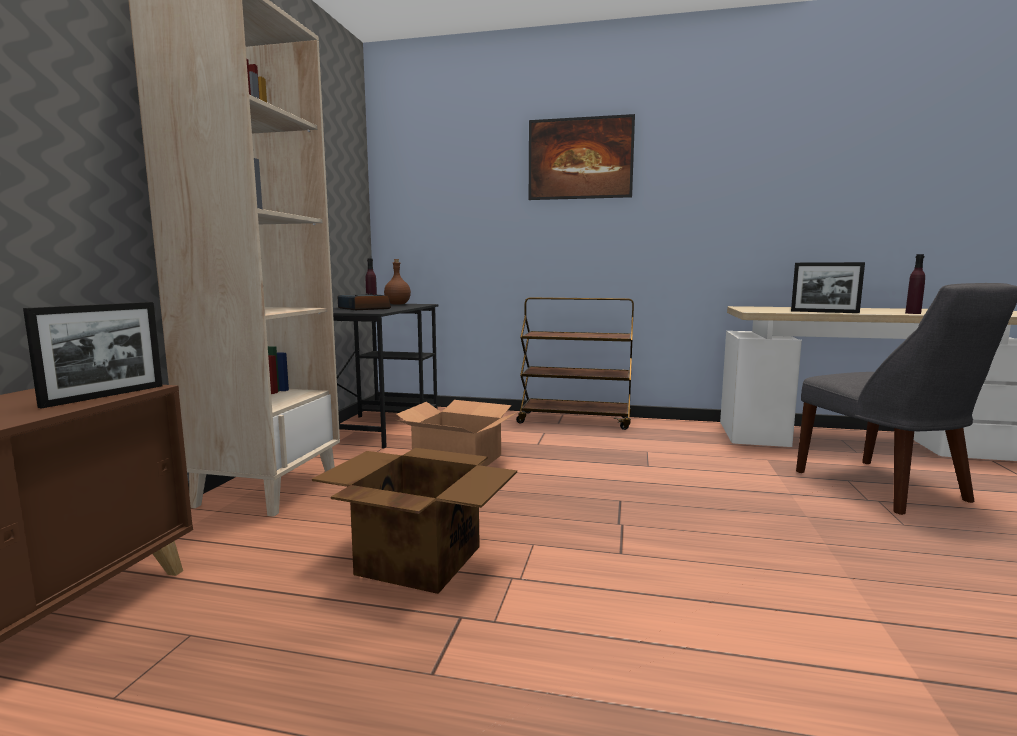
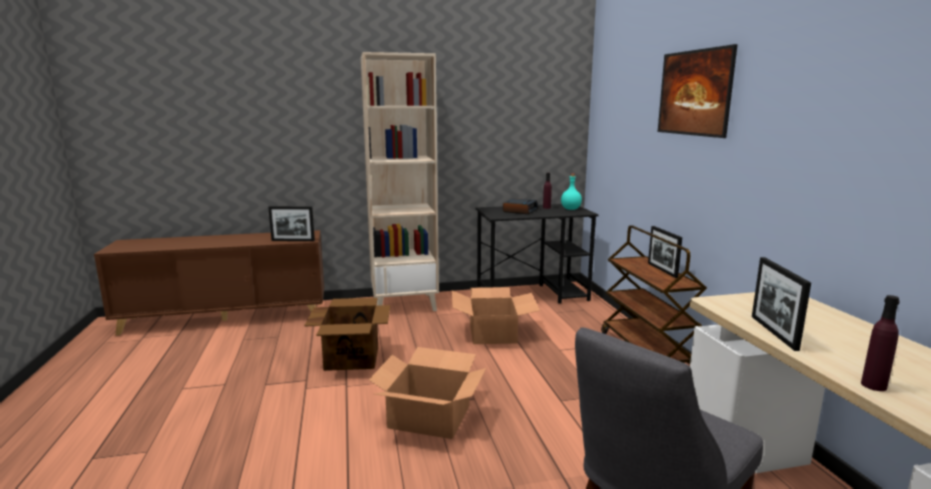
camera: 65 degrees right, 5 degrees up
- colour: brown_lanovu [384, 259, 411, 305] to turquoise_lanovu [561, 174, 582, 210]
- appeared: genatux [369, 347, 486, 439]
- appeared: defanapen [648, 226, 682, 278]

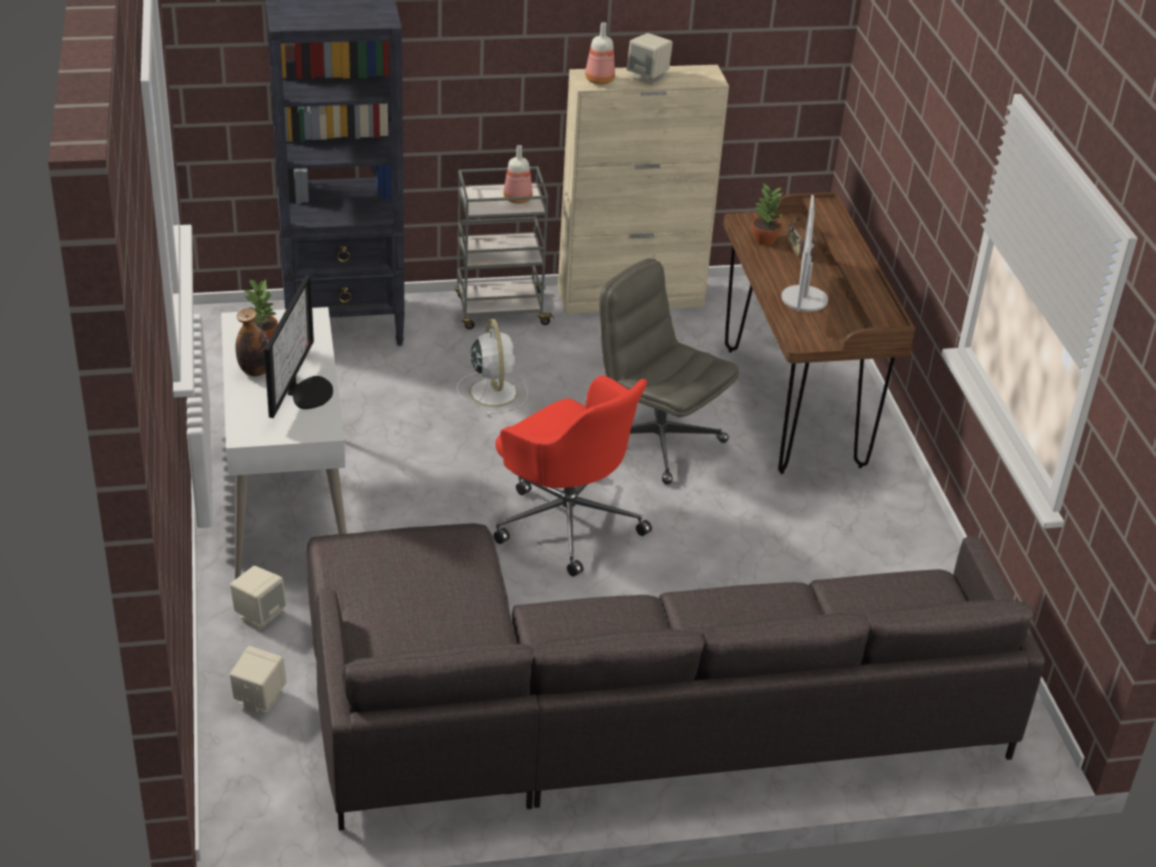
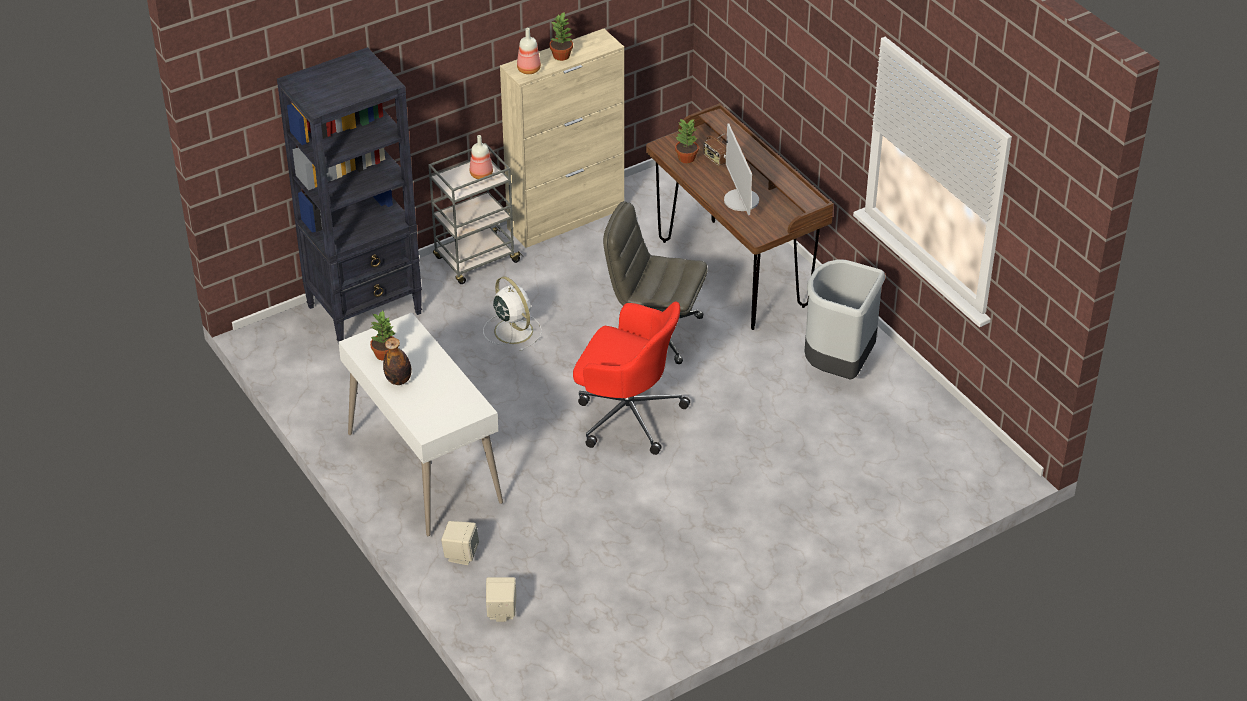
camera: 20 degrees left, 5 degrees up
- missing: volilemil [264, 275, 333, 418]
- missing: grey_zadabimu [306, 523, 1045, 830]
- exchanged: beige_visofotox [627, 33, 673, 85] to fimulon [549, 11, 573, 61]
- appeared: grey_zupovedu [805, 259, 885, 380]

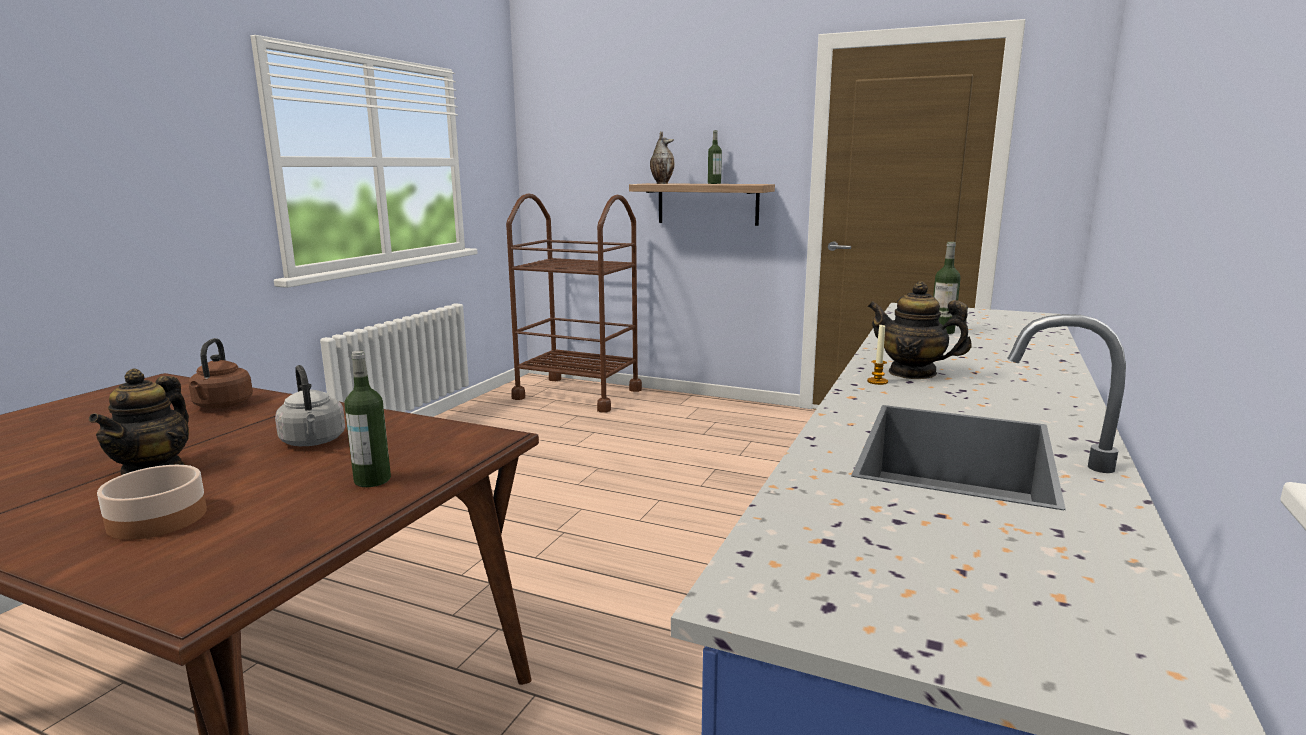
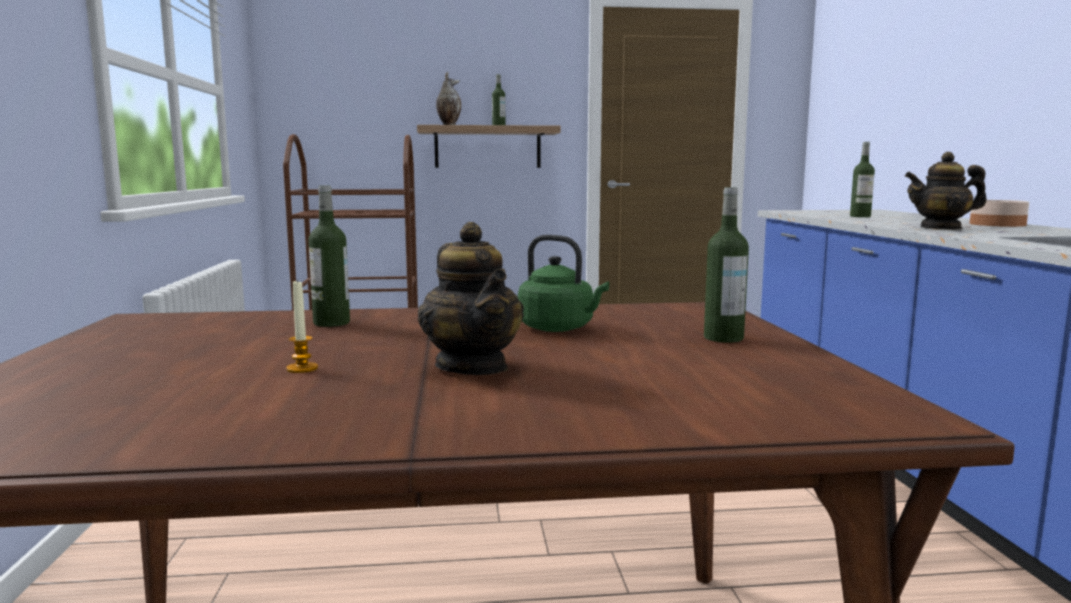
camera: 30 degrees left, 5 degrees down
- relocated: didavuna [97, 465, 207, 540] to [970, 200, 1030, 227]
- exchanged: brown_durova [188, 338, 253, 409] to lanovu [308, 185, 350, 327]
- colour: grey_durova [275, 365, 345, 446] to green_durova [518, 235, 609, 332]
- relocated: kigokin [867, 323, 888, 385] to [286, 279, 318, 373]

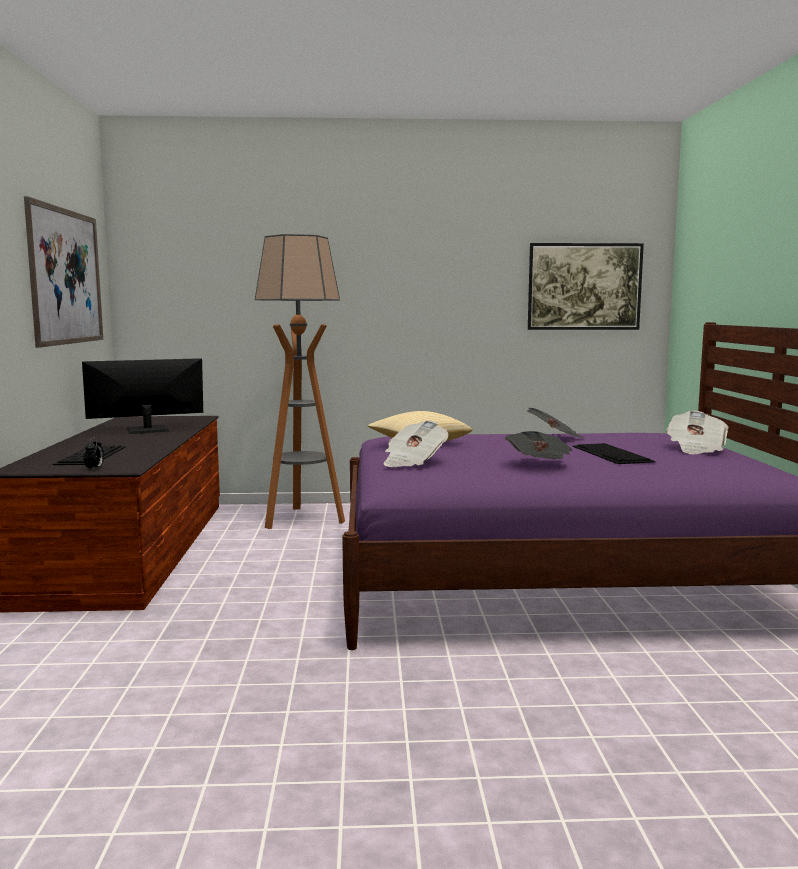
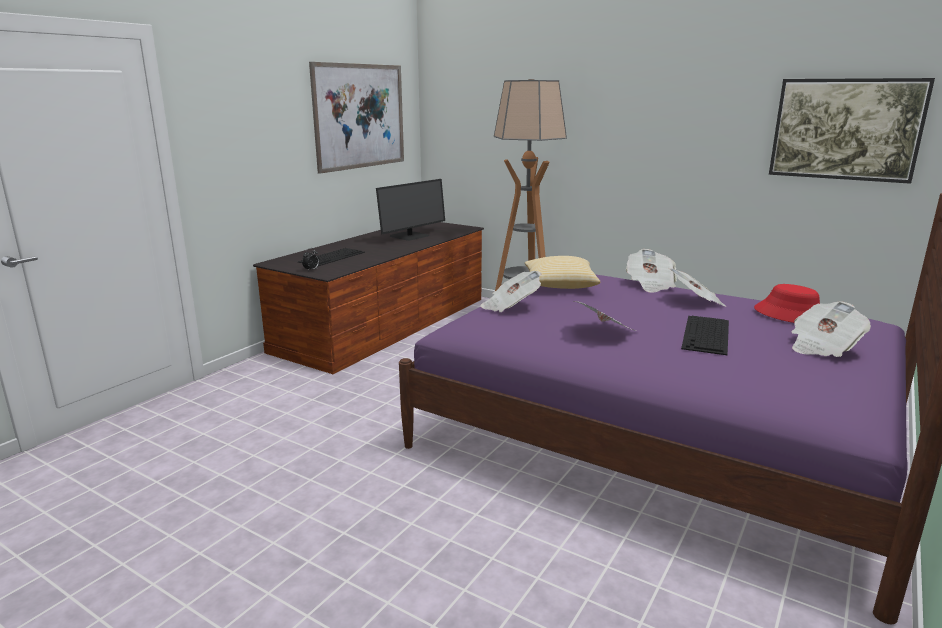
camera: 35 degrees right, 10 degrees up
- spun: volilemil [82, 358, 203, 434] = [376, 179, 445, 241] 120 degrees clockwise
- appeared: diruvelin [626, 249, 677, 293]
- appeared: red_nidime [754, 284, 820, 323]

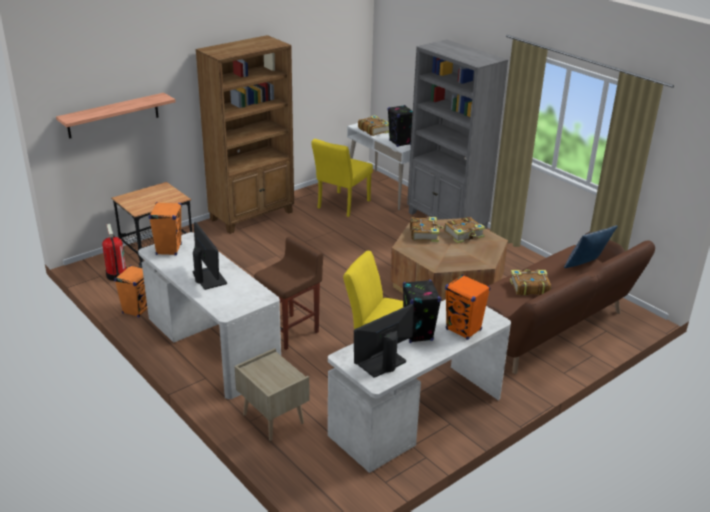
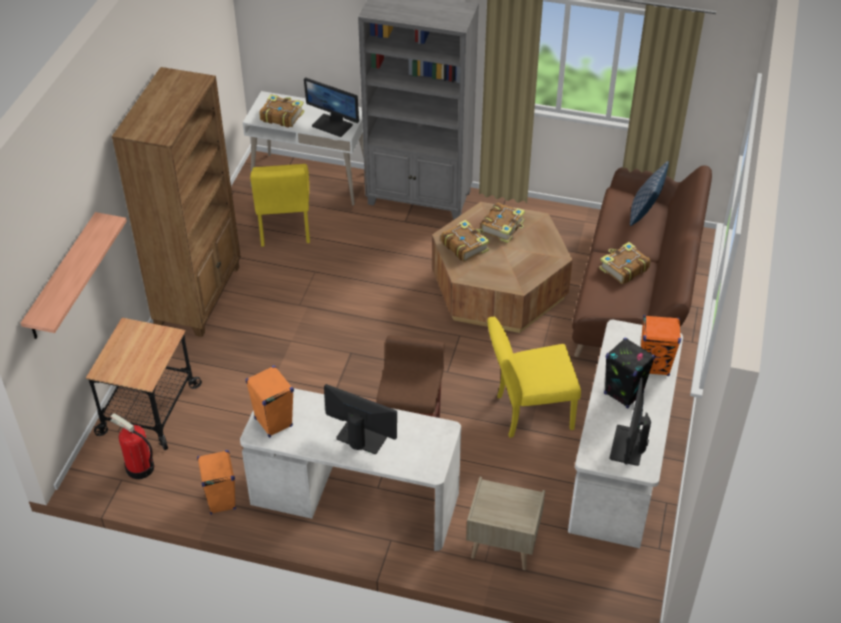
camera: 35 degrees left, 15 degrees up
- exchanged: black_visofotox [388, 105, 413, 147] to volilemil [304, 77, 359, 137]

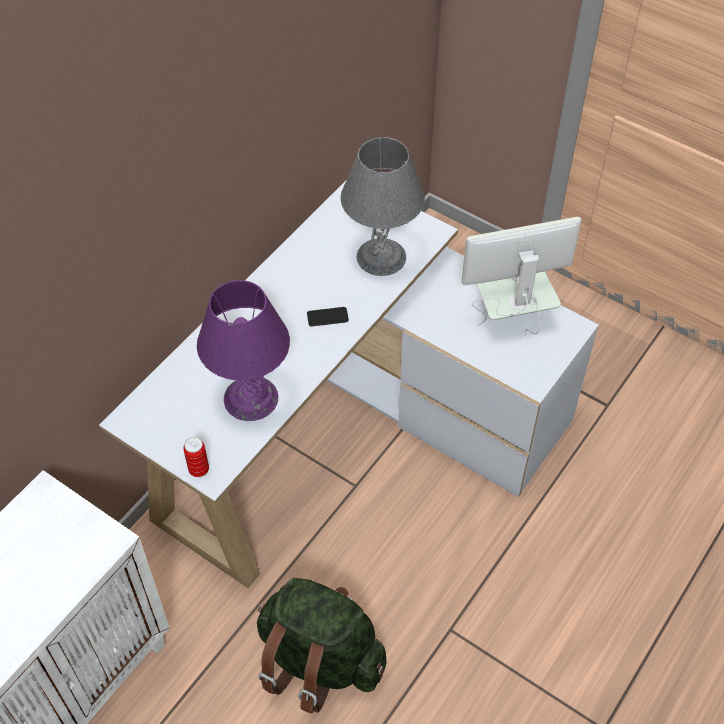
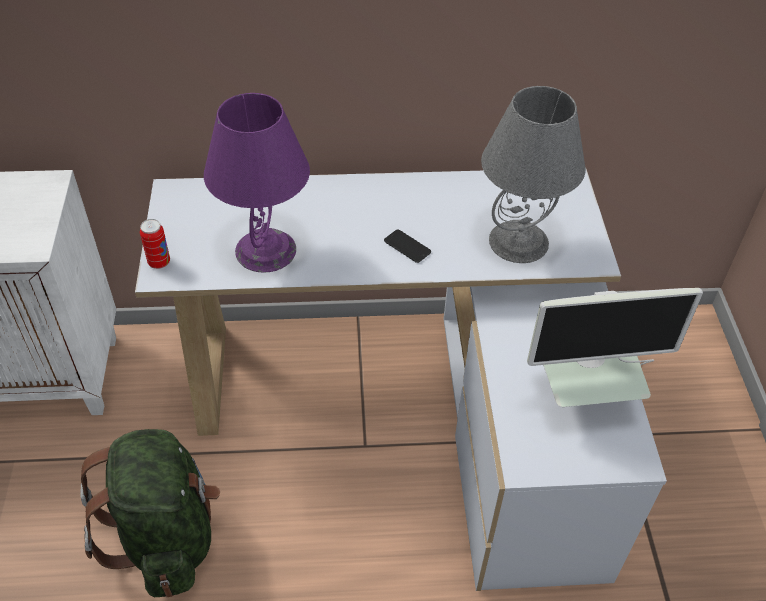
camera: 50 degrees right, 5 degrees down
- spun: volilemil [462, 217, 582, 335] = [527, 288, 703, 407] 135 degrees clockwise

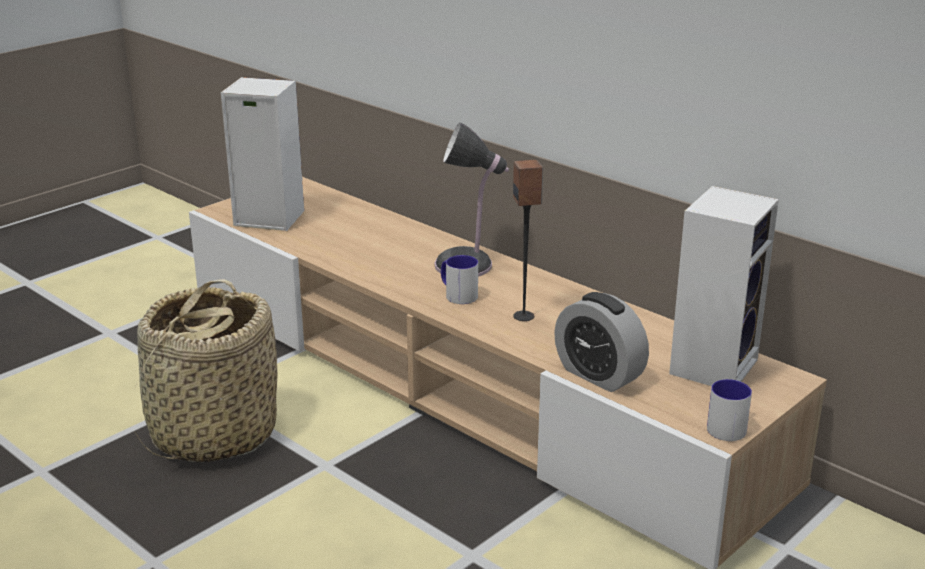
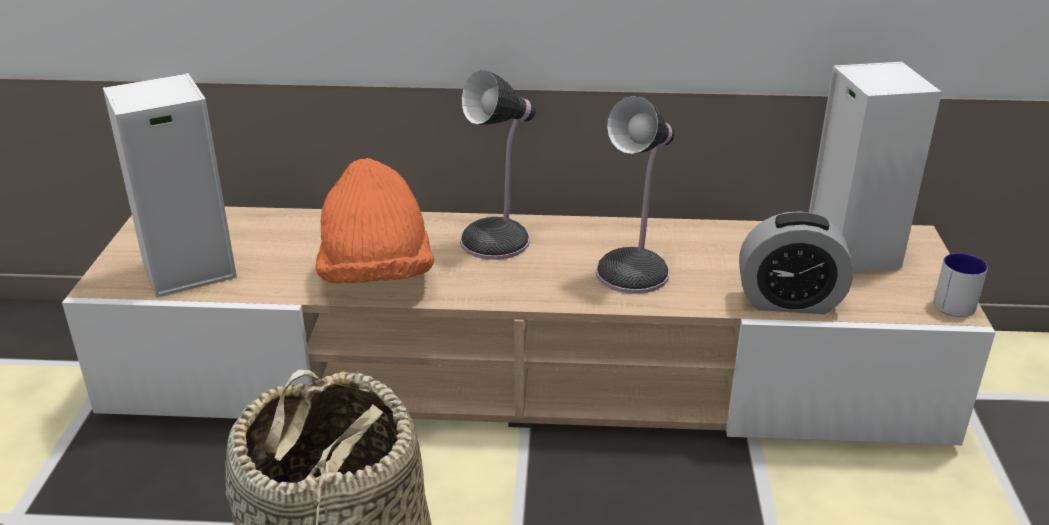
camera: 40 degrees left, 5 degrees up
- missing: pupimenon [441, 255, 478, 304]
- exchanged: visofotox [513, 160, 543, 321] to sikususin [596, 96, 674, 294]
- appeared: orange_nidime [315, 158, 434, 284]

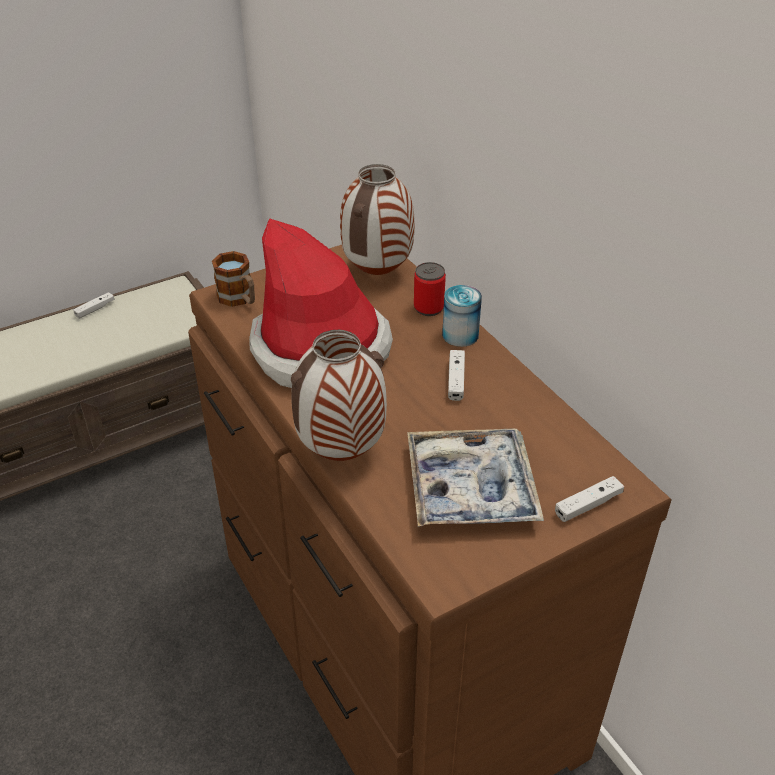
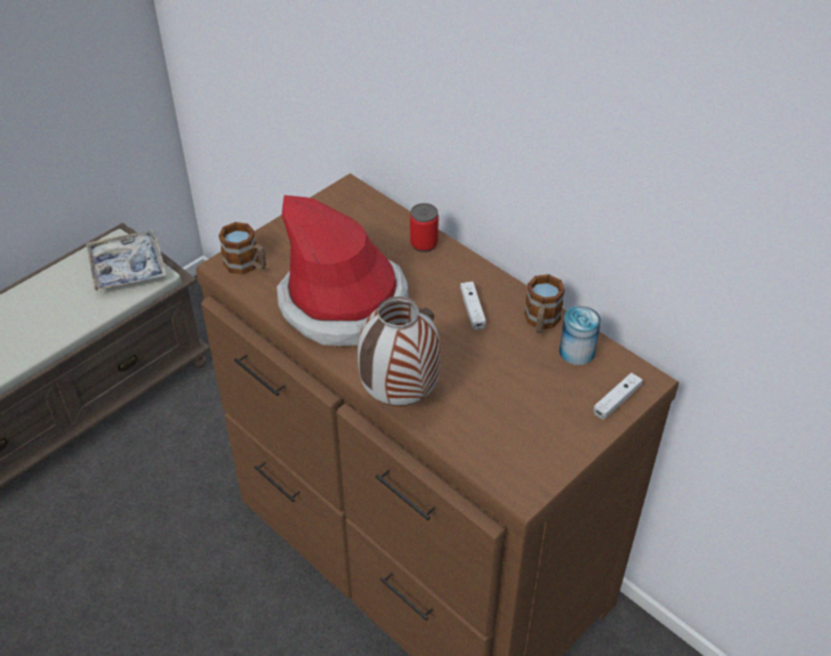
camera: 15 degrees left, 5 degrees up
- missing: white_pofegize [73, 292, 115, 319]
- missing: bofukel [340, 164, 415, 275]
- relocated: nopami [407, 429, 544, 527] to [86, 230, 167, 291]
- relocated: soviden [442, 285, 482, 347] to [559, 306, 601, 365]
- appeared: pupimenon [524, 274, 565, 333]

